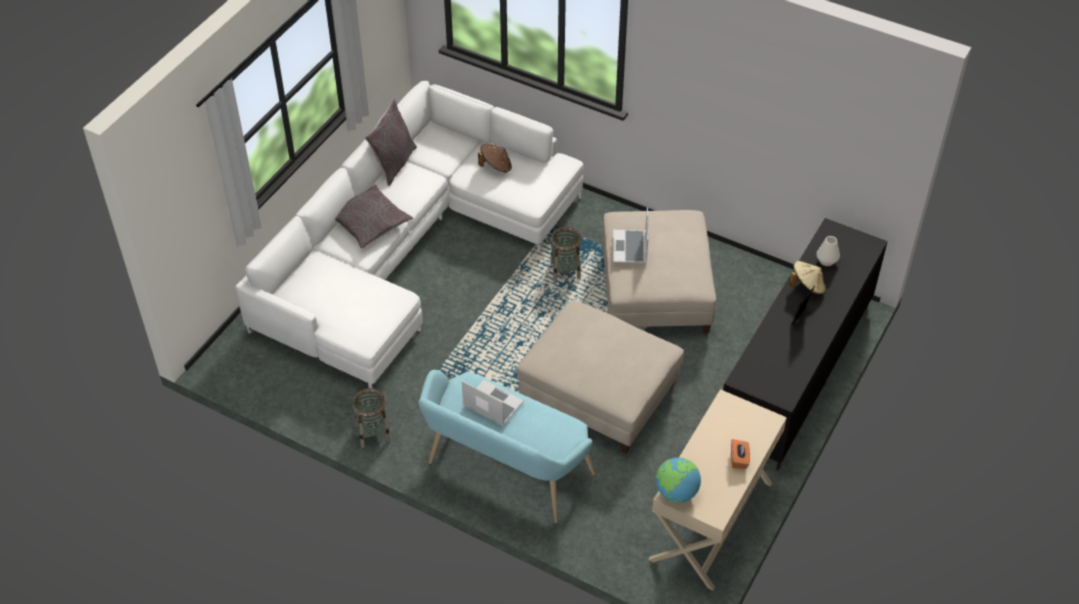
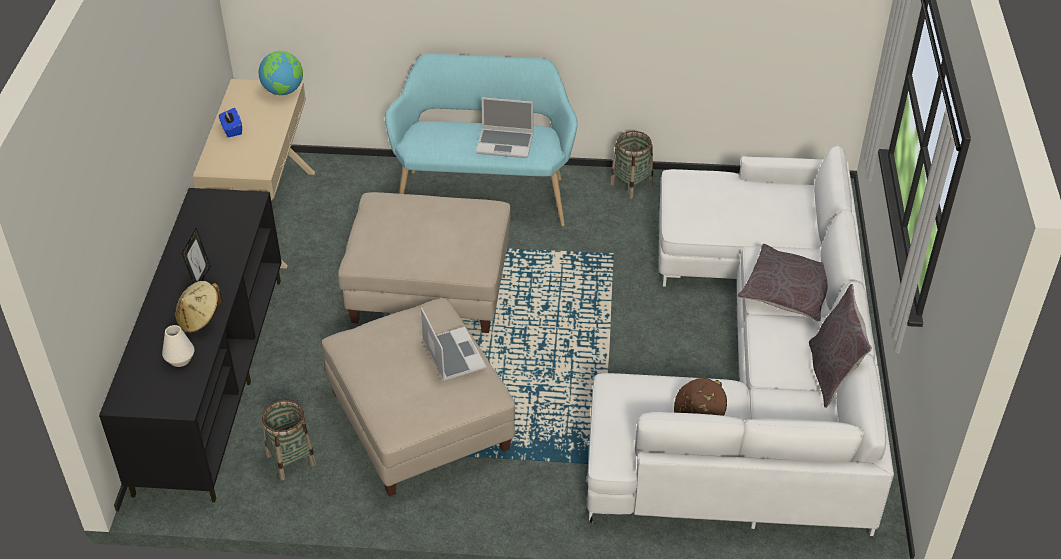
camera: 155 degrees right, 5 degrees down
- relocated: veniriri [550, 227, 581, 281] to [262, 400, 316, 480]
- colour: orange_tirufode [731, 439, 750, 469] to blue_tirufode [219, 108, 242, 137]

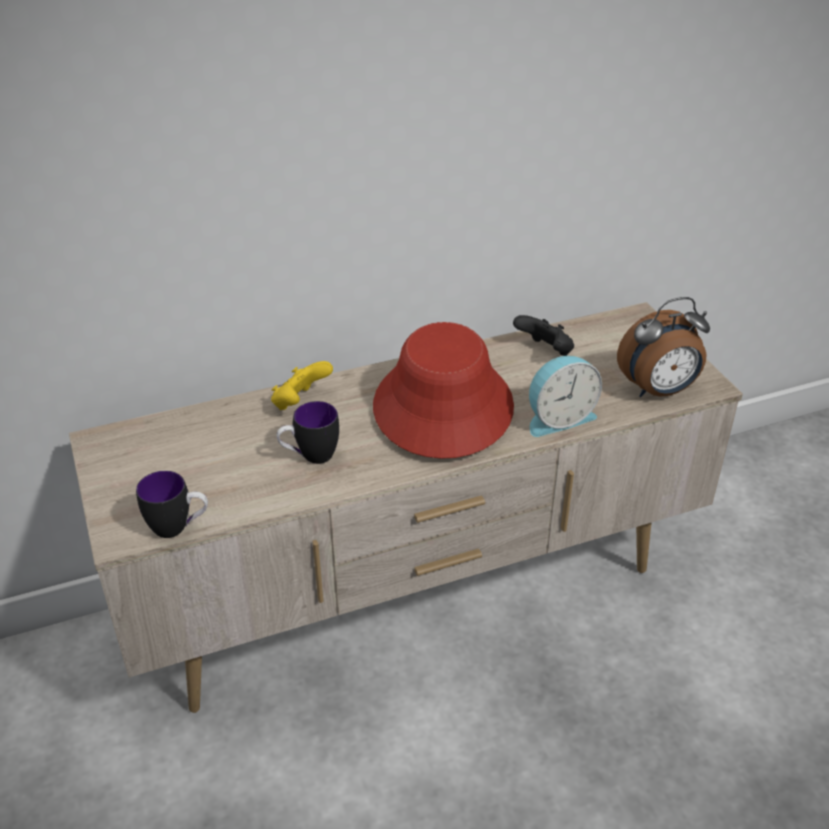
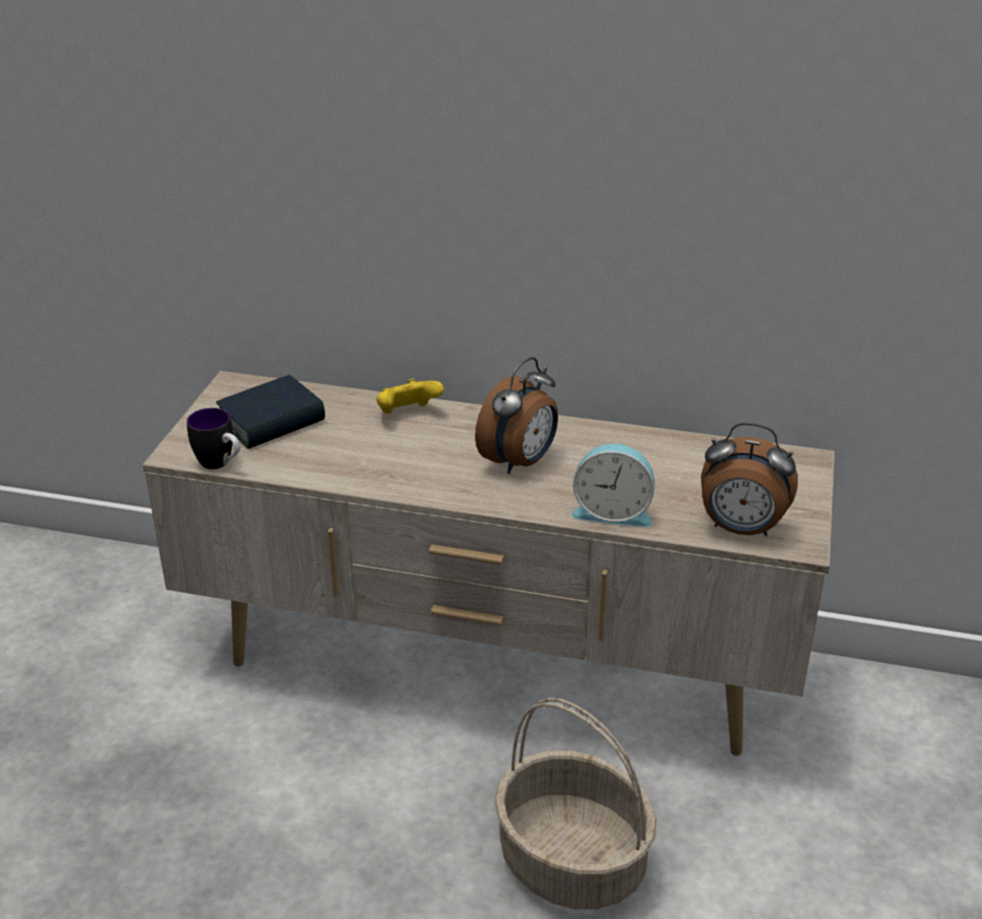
camera: 35 degrees right, 5 degrees down
- missing: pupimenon [276, 401, 339, 464]
- exchanged: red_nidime [373, 322, 514, 459] to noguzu [475, 357, 558, 474]
- missing: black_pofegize [513, 315, 574, 356]
- appeared: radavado [216, 375, 325, 449]
- appeared: veniriri [495, 698, 657, 910]

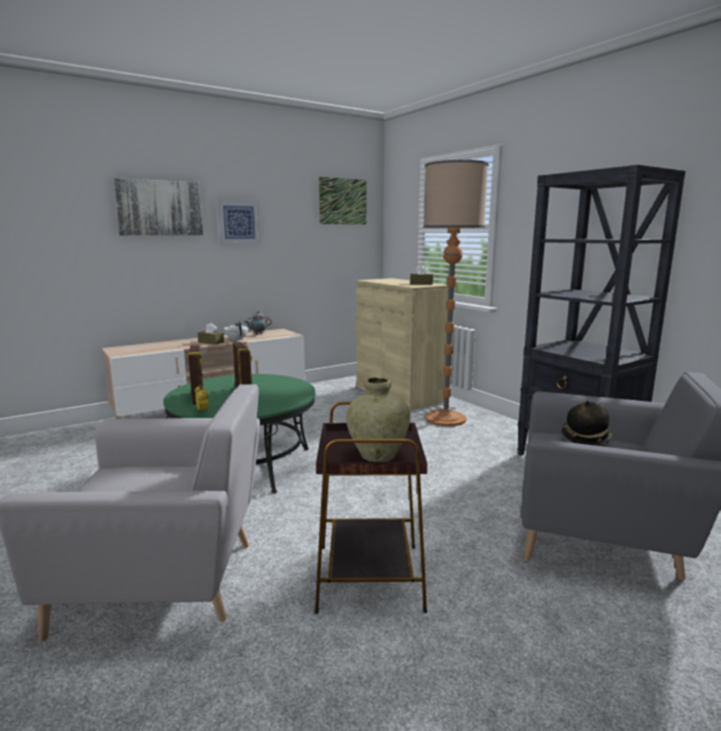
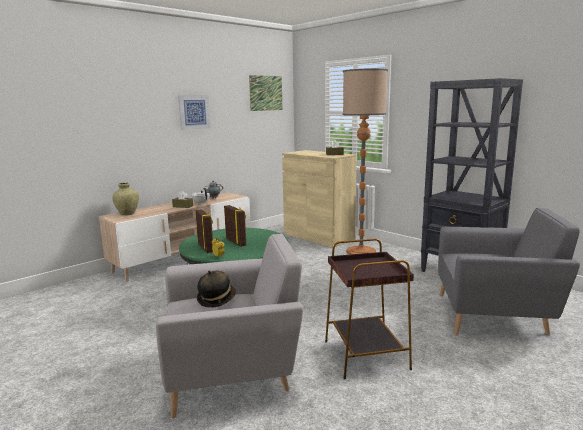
camera: 10 degrees left, 0 degrees up
- missing: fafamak [113, 178, 204, 235]
- relocated: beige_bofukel [346, 377, 411, 462] to [112, 183, 139, 215]
- relocated: nidime [562, 401, 613, 446] to [197, 270, 236, 307]

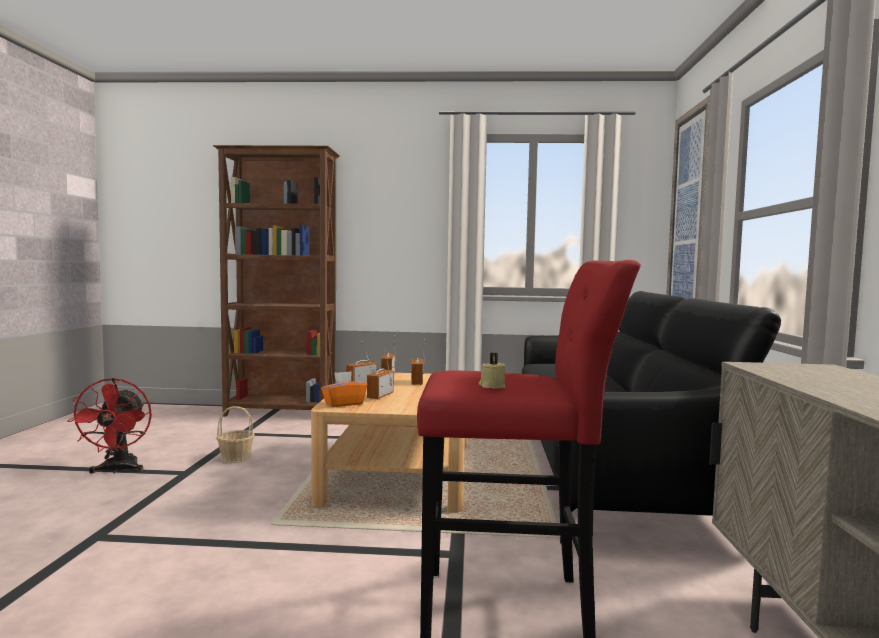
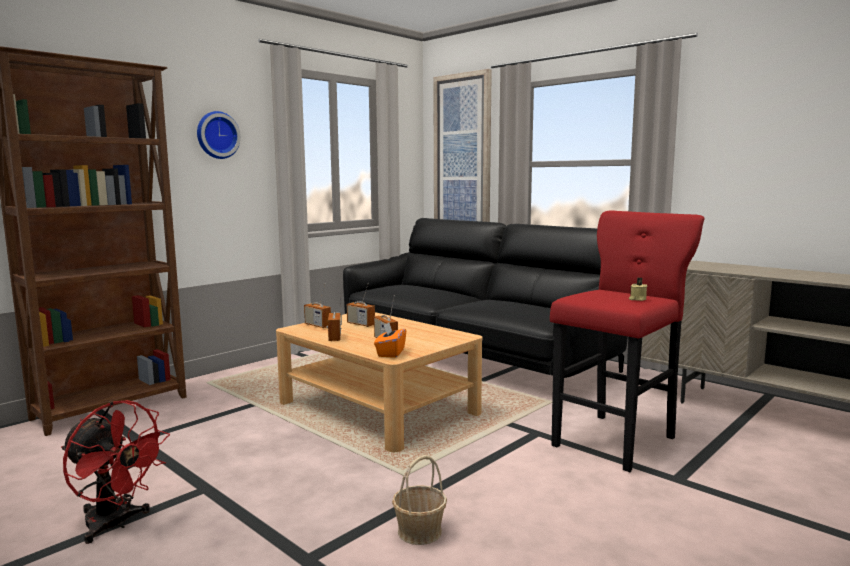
camera: 50 degrees left, 5 degrees up
- relocated: veniriri [216, 406, 255, 463] to [392, 455, 447, 545]
- appeared: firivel [197, 111, 241, 159]

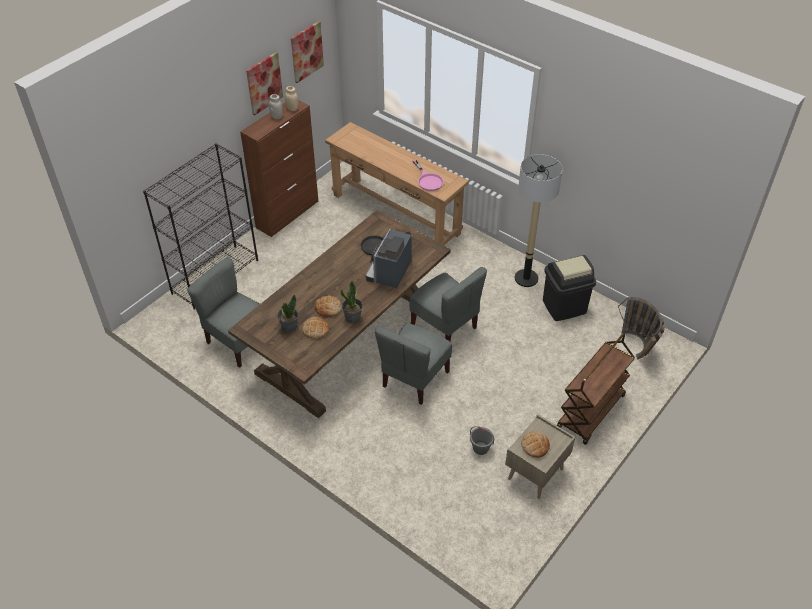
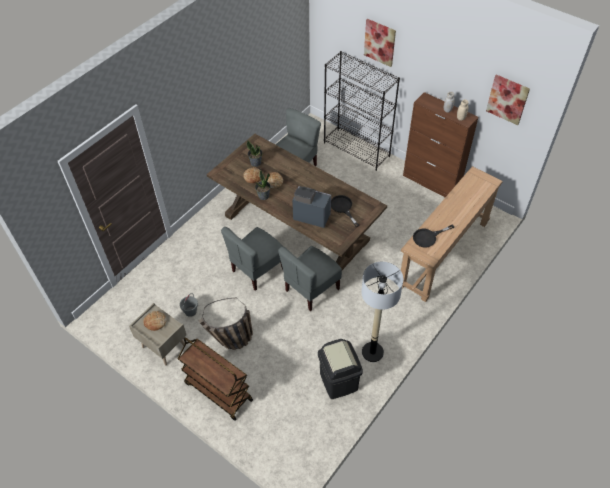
camera: 90 degrees right, 5 degrees up
- relocated: fafamak [246, 52, 283, 115] to [364, 19, 396, 67]
- spun: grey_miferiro [375, 323, 452, 405] = [221, 227, 283, 291] 75 degrees counterclockwise
- colour: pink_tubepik [413, 160, 444, 191] to black_tubepik [413, 225, 454, 248]
- relocated: veniriri [618, 297, 665, 360] to [199, 297, 253, 350]

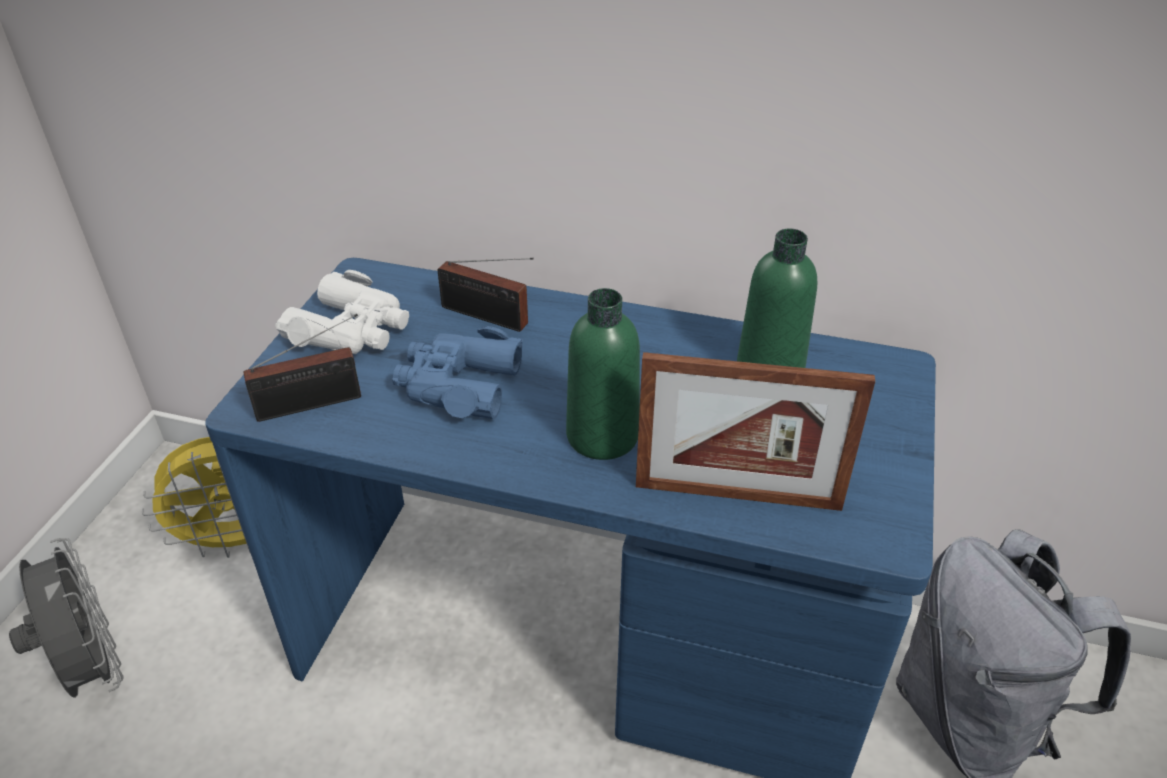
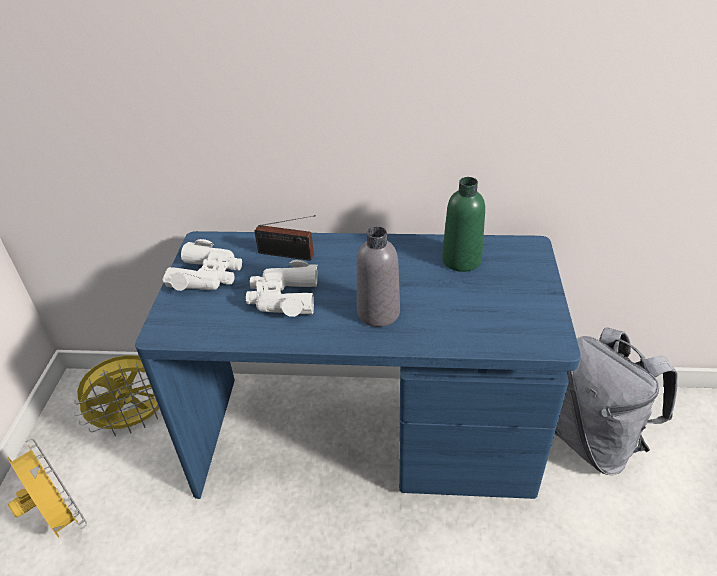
camera: 10 degrees left, 0 degrees up
- colour: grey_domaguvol [9, 538, 124, 698] to yellow_domaguvol [8, 439, 87, 538]
- missing: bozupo [244, 314, 361, 422]
- colour: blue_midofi [392, 326, 523, 419] to white_midofi [246, 260, 318, 317]
- colour: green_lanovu [566, 288, 640, 460] to grey_lanovu [357, 226, 400, 327]
- missing: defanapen [636, 352, 875, 511]

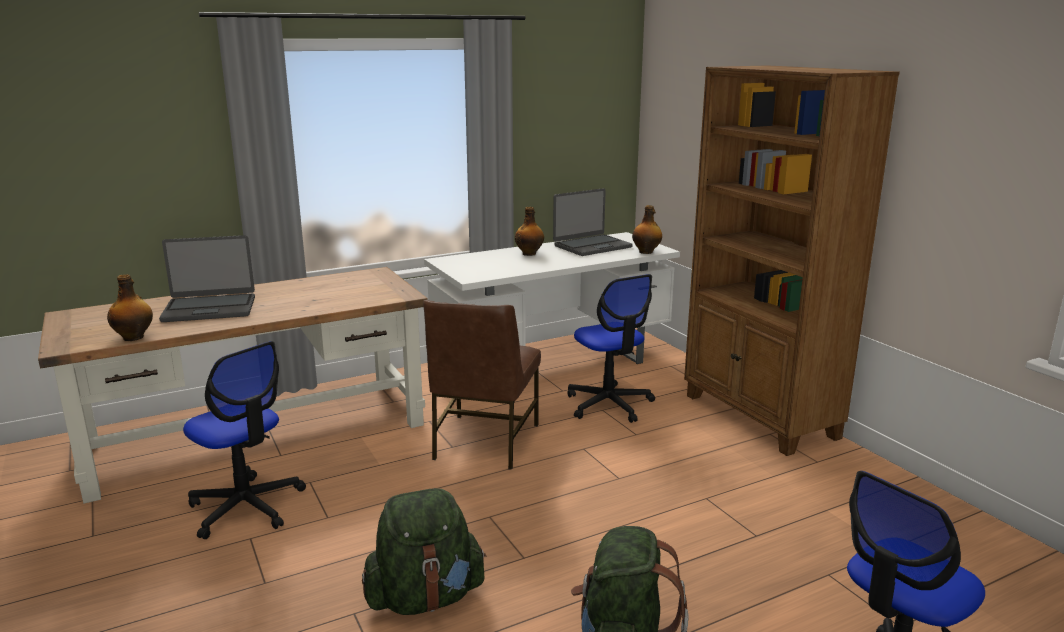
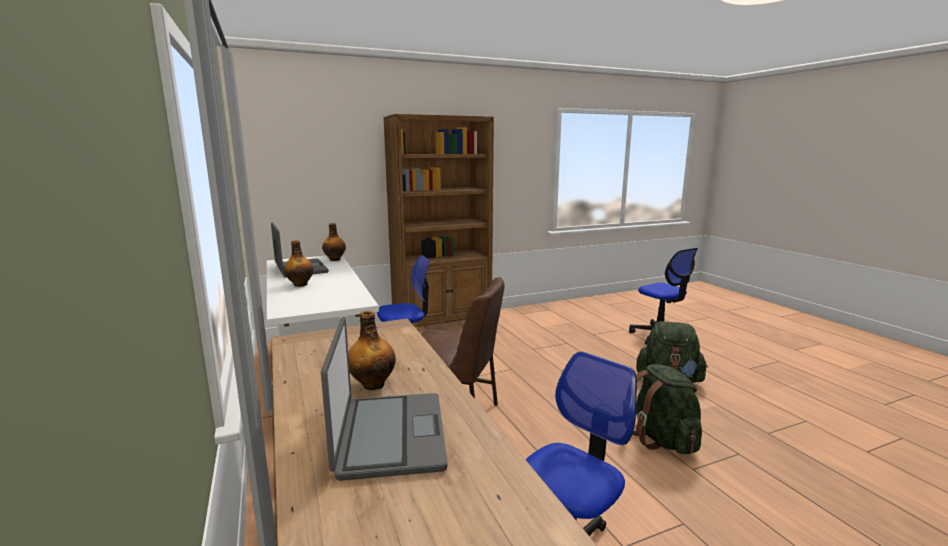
camera: 85 degrees left, 5 degrees down
- relocated: lanovu [107, 274, 153, 341] to [348, 310, 396, 390]

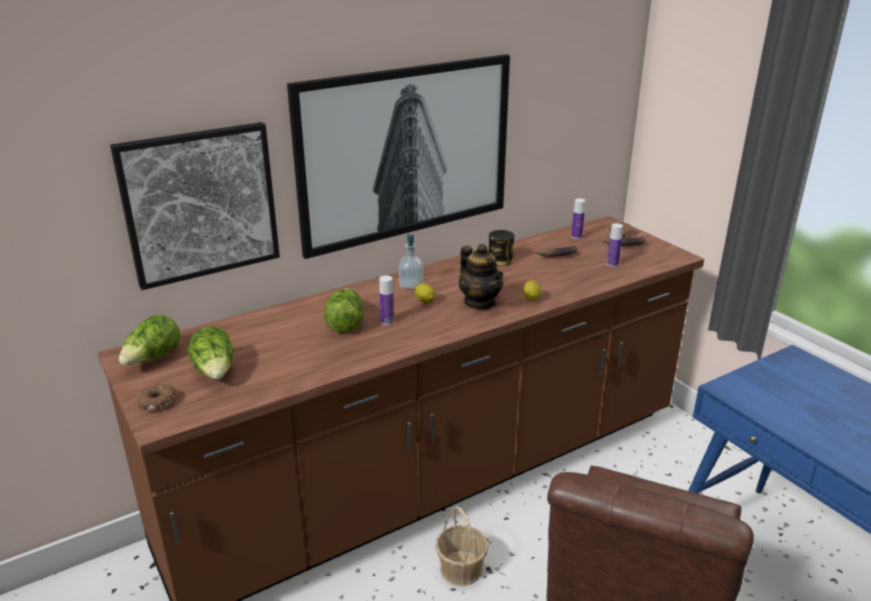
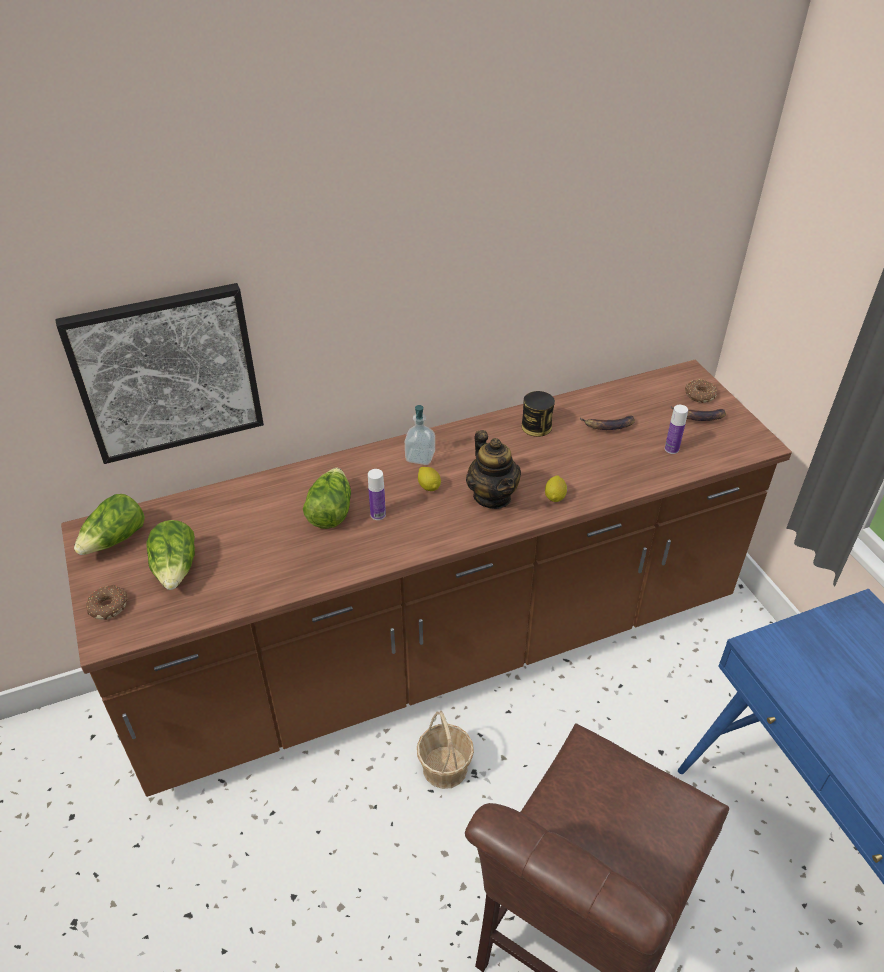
camera: 10 degrees right, 15 degrees up
- missing: fafamak [287, 54, 510, 259]
- missing: lanovu [571, 198, 585, 239]

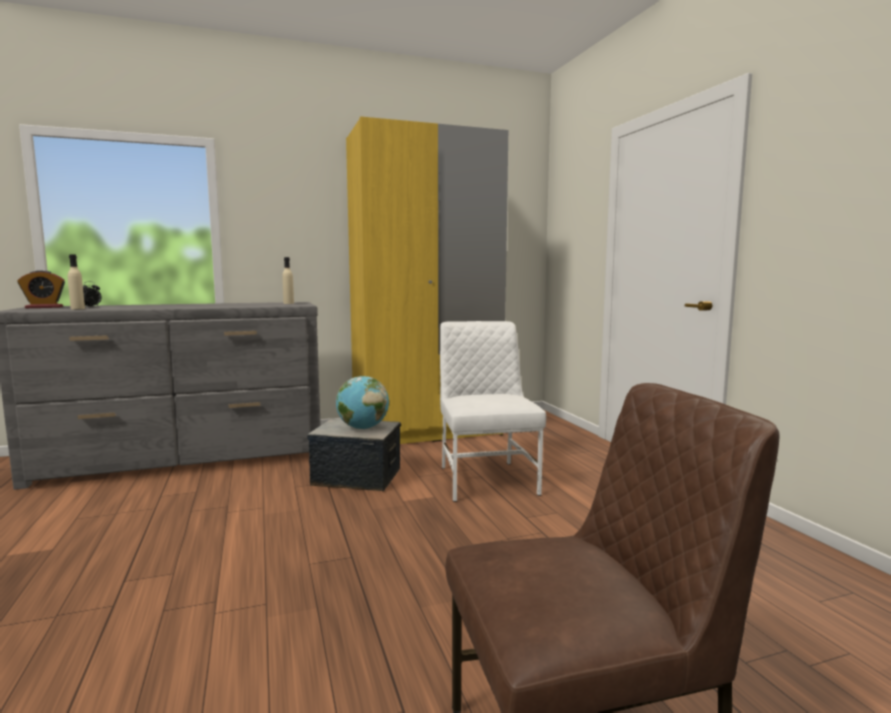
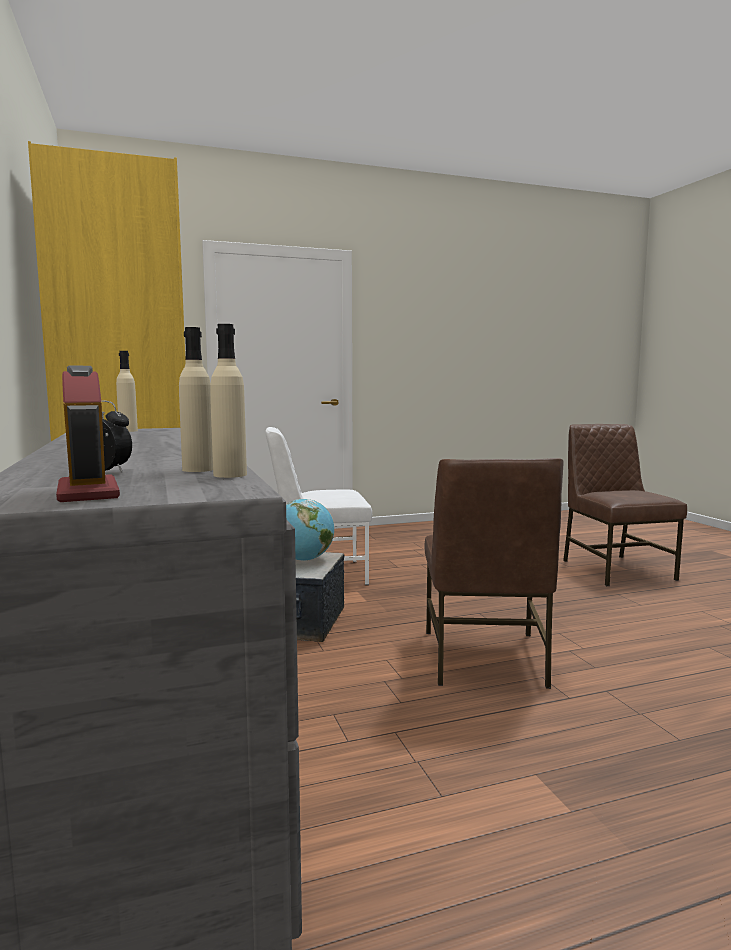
camera: 90 degrees left, 0 degrees up
- appeared: beige_lanovu [210, 324, 247, 478]
- appeared: brown_miferiro [425, 458, 564, 689]

